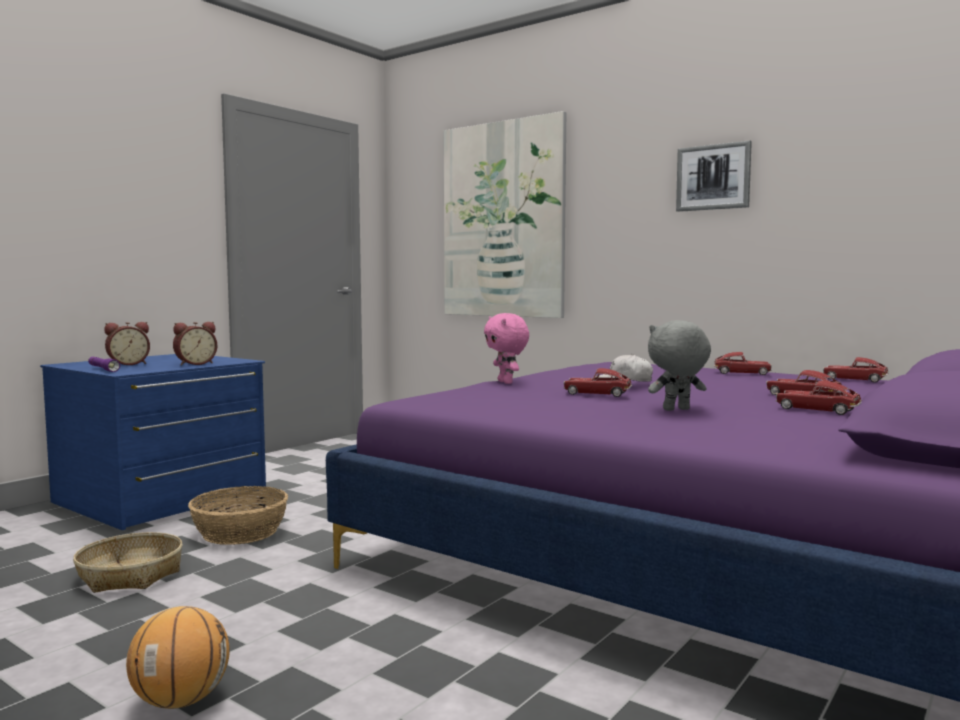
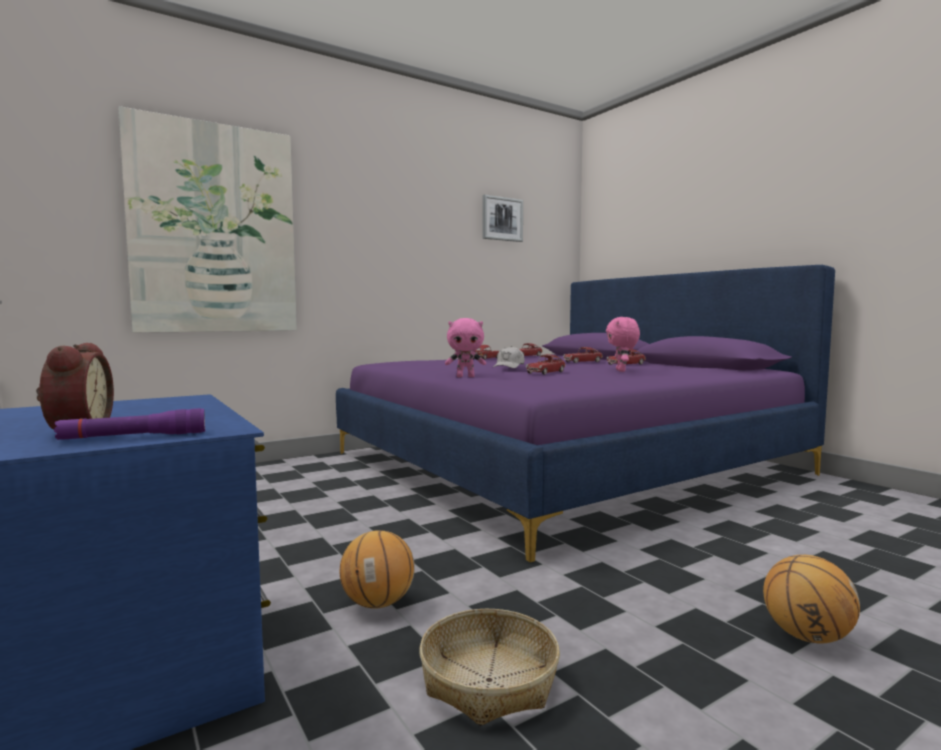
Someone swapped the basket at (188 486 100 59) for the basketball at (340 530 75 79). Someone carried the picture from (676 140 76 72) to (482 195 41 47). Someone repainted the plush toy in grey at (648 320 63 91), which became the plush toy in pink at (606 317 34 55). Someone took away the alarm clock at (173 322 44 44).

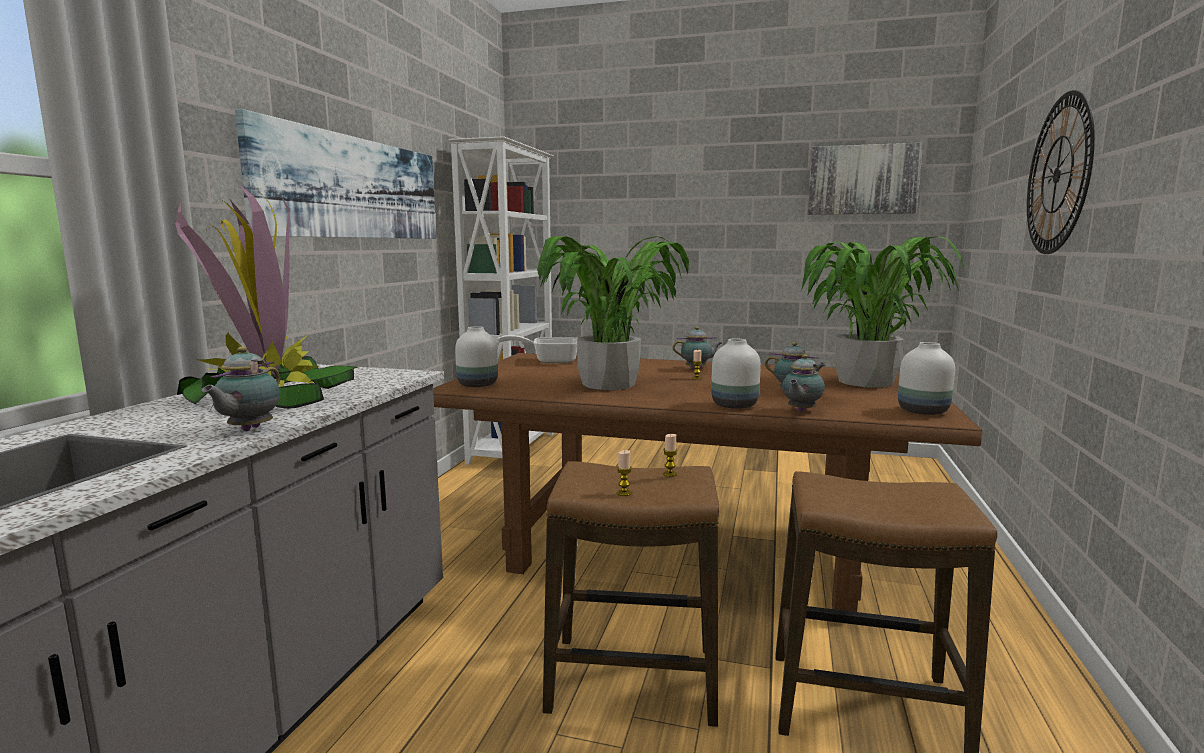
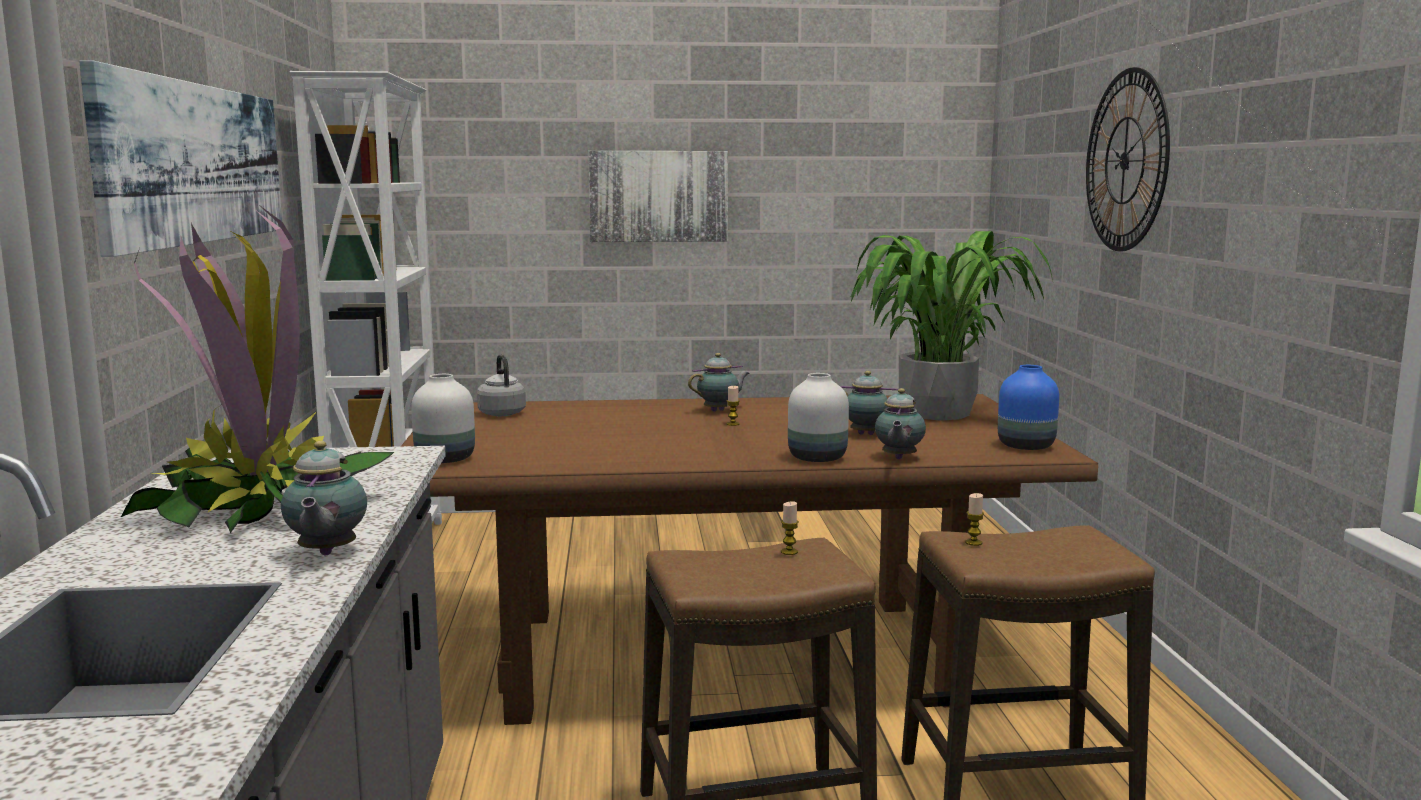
Someone swapped the frying pan at (497 335 80 28) for the kettle in grey at (477 354 49 62). Someone carried the picture from (807 143 116 72) to (588 151 140 91). Someone carried the candle from (617 450 15 46) to (965 493 19 53). Someone repainted the vase in white at (898 342 57 73), which became the vase in blue at (998 365 61 85). Someone took away the potted plant at (537 236 152 154).

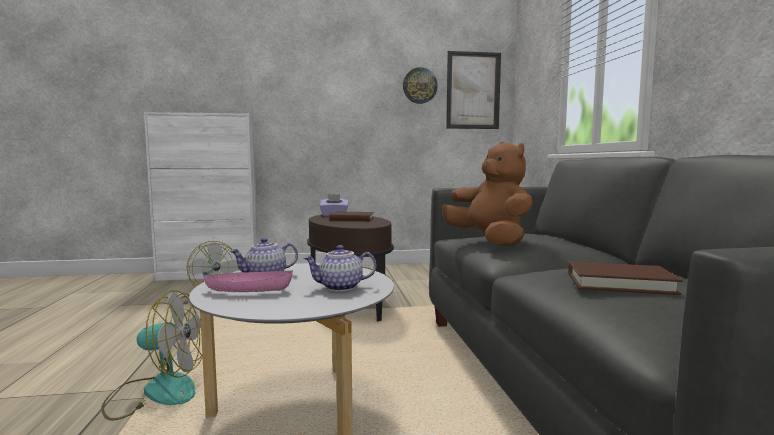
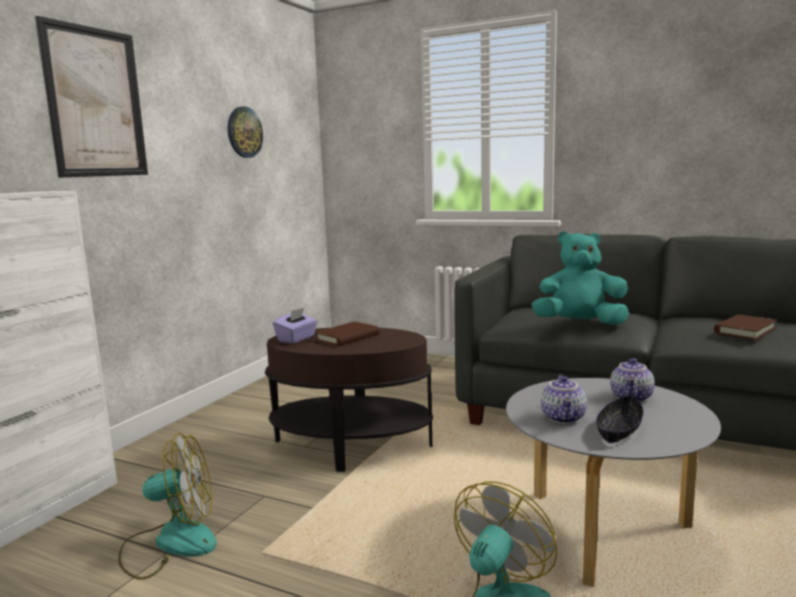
Someone carried the picture from (446 51 55 78) to (35 16 113 162). Someone repainted the plush toy in brown at (442 142 91 105), which became the plush toy in turquoise at (532 231 97 94). Someone repainted the bowl in pink at (203 271 90 21), which became the bowl in black at (596 395 47 48).

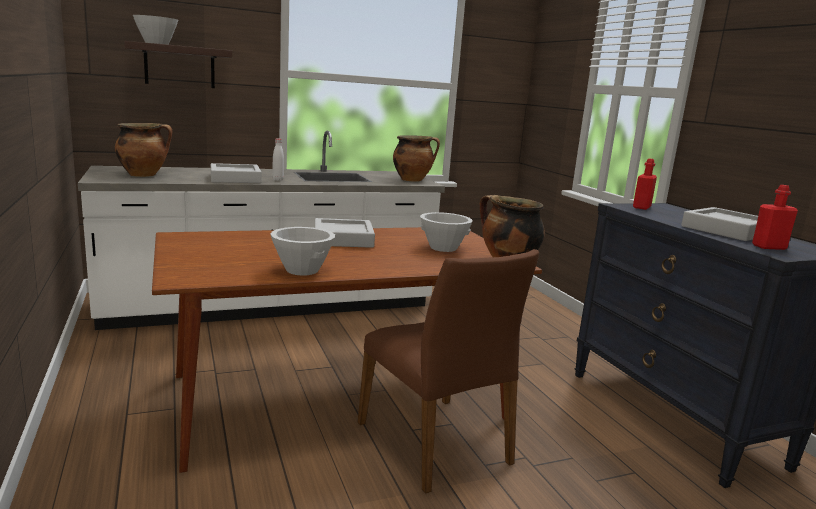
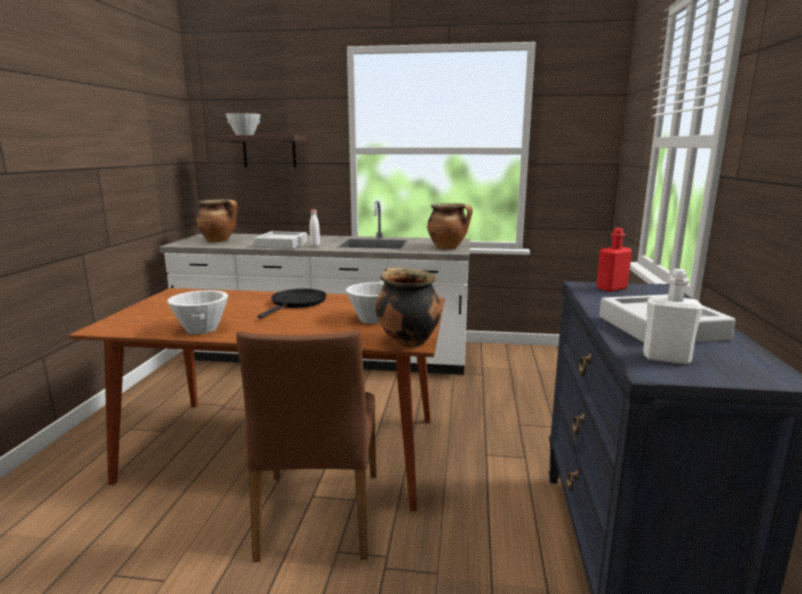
Someone swapped the tray in grey at (315 218 60 30) for the frying pan in black at (257 289 70 29). Someone repainted the bottle in red at (752 185 46 65), which became the bottle in white at (643 269 60 95).

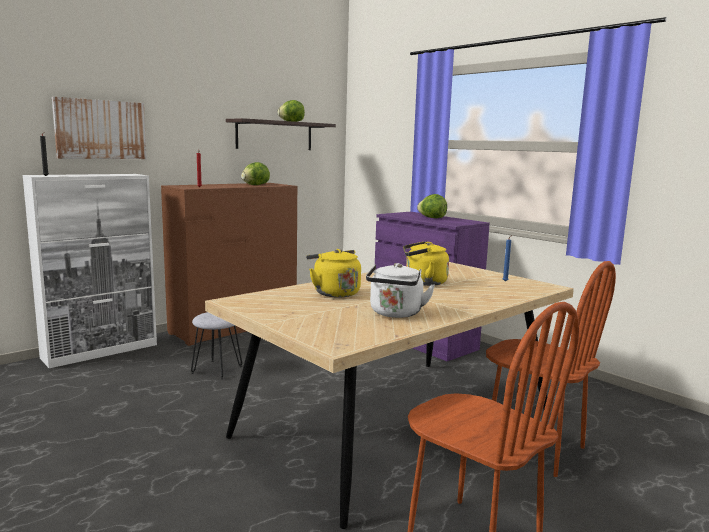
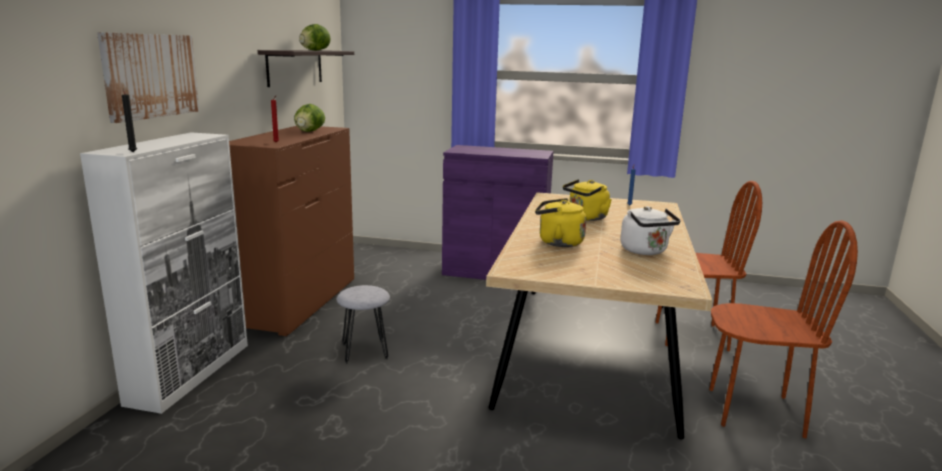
Someone took away the lettuce at (417 194 30 24).

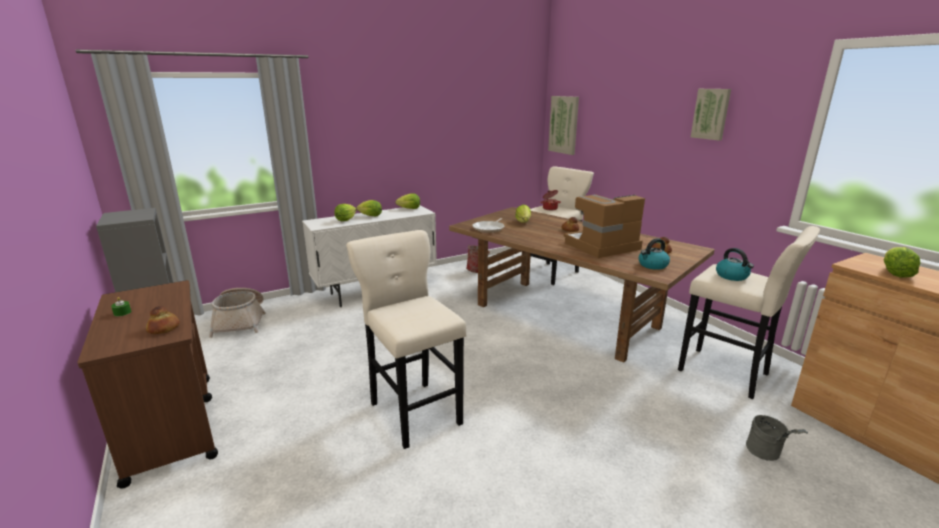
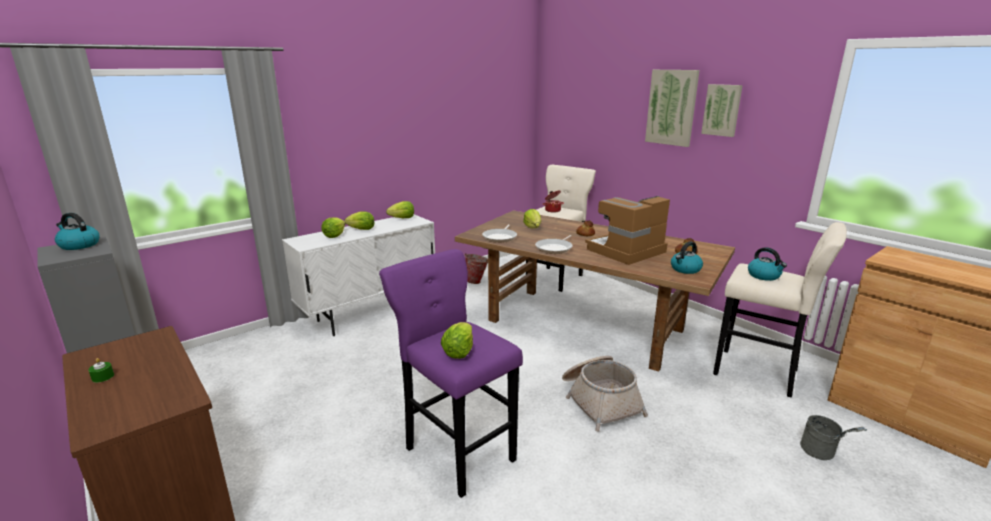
Someone put down the kettle at (55 213 45 37). Someone repainted the stool in beige at (346 230 121 219), which became the stool in purple at (379 249 144 249). Someone carried the lettuce from (884 247 36 31) to (441 322 32 37). Someone put down the frying pan at (535 235 38 19). Someone carried the basket from (209 288 57 50) to (562 356 86 76). Someone carried the picture from (548 96 31 59) to (645 70 55 77). Someone took away the bread at (146 306 34 28).

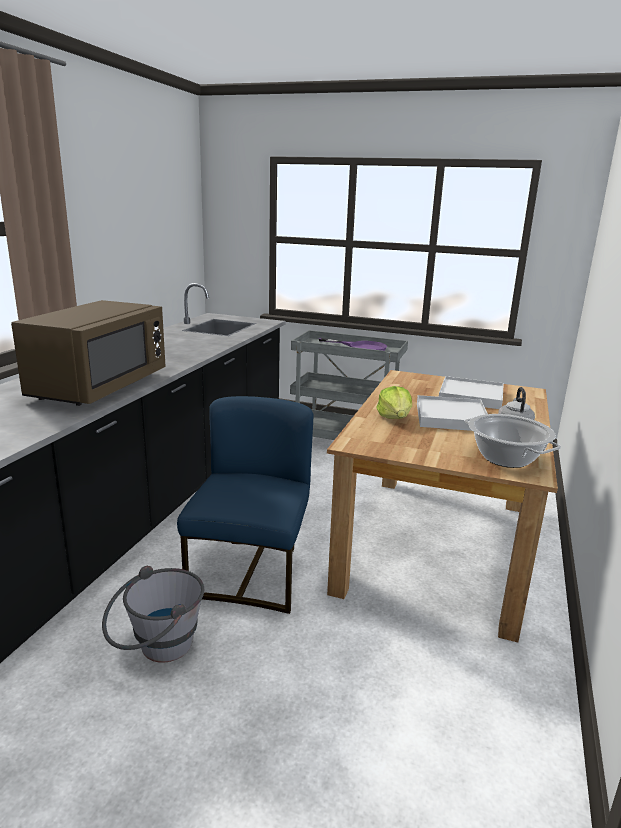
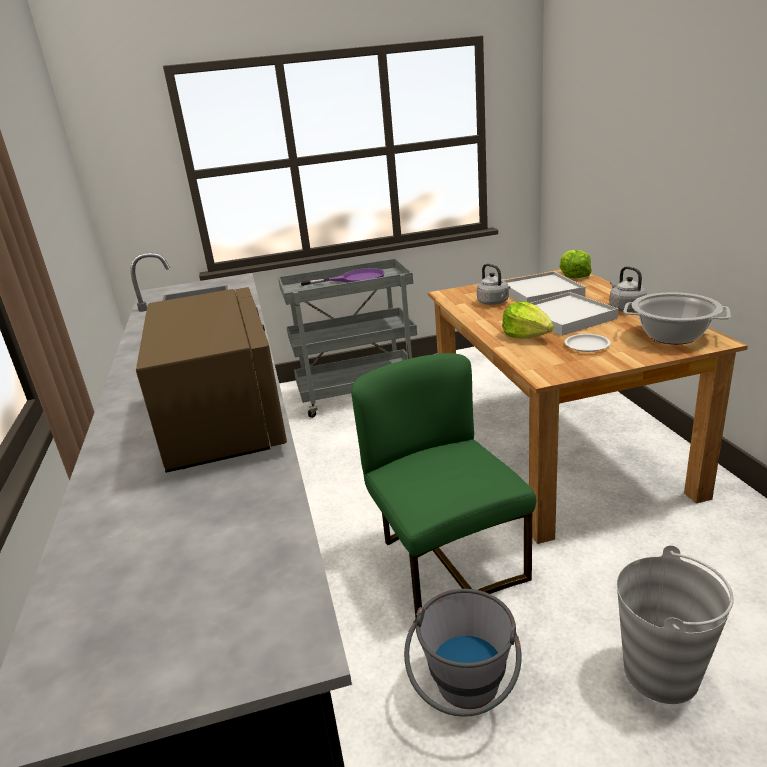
Someone repainted the chair in blue at (177 396 137 218), which became the chair in green at (351 353 185 265). Someone put down the kettle in grey at (477 264 33 41). Someone put down the lettuce at (560 250 32 28). Someone put down the plate in white at (565 334 45 18). Someone put down the bucket in grey at (617 545 117 159).

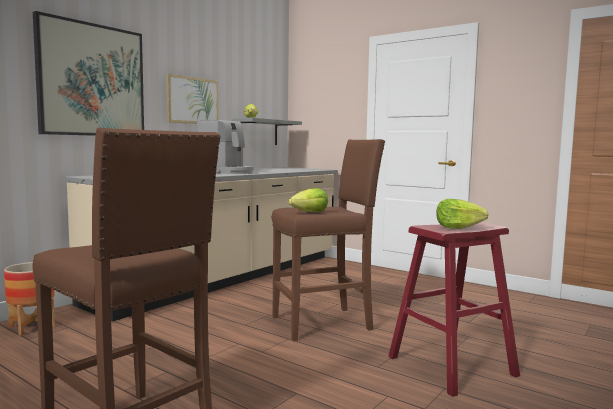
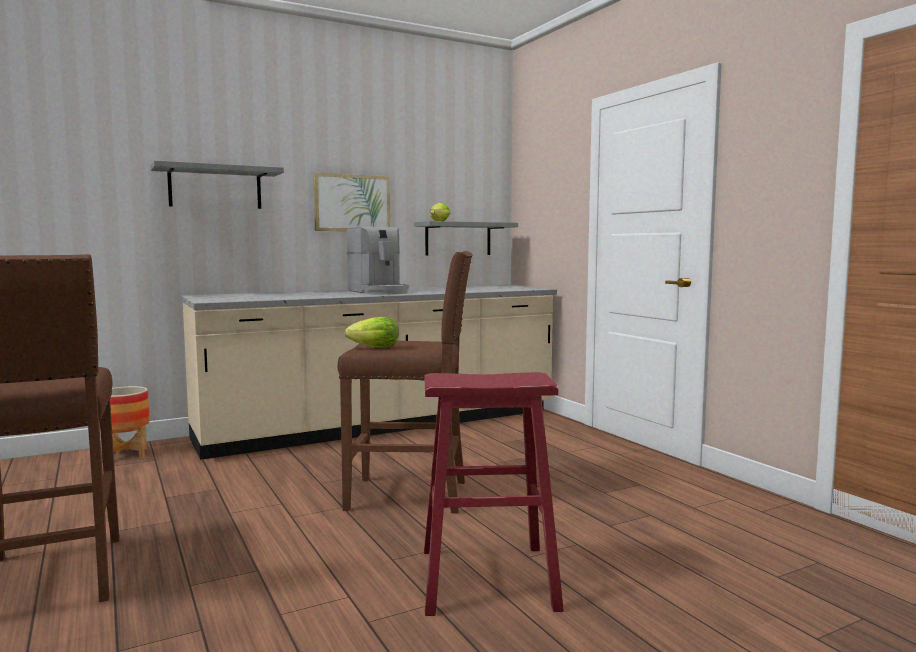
Someone swapped the picture at (33 11 111 125) for the shelf in grey at (151 160 133 49). Someone took away the lettuce at (436 199 53 30).

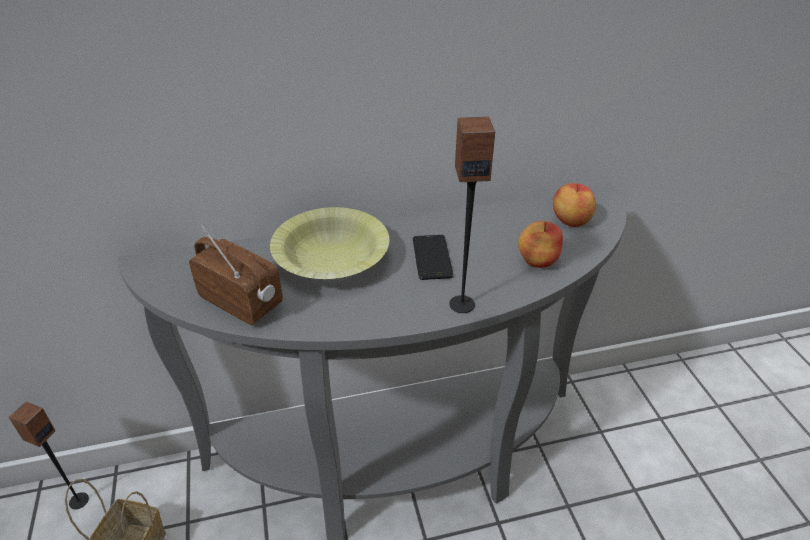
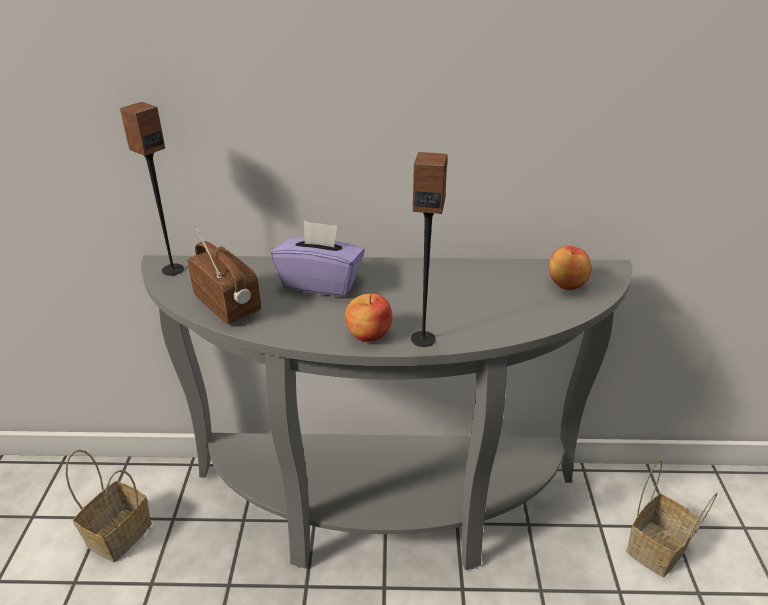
Someone carried the speaker from (8 402 81 107) to (120 102 64 174). Someone swapped the bowl in yellow at (270 207 119 73) for the tissue box in purple at (271 220 94 77). Someone carried the apple from (518 221 45 47) to (345 293 47 49). Someone put down the basket at (626 460 91 117). Someone took away the phone at (413 235 40 45).

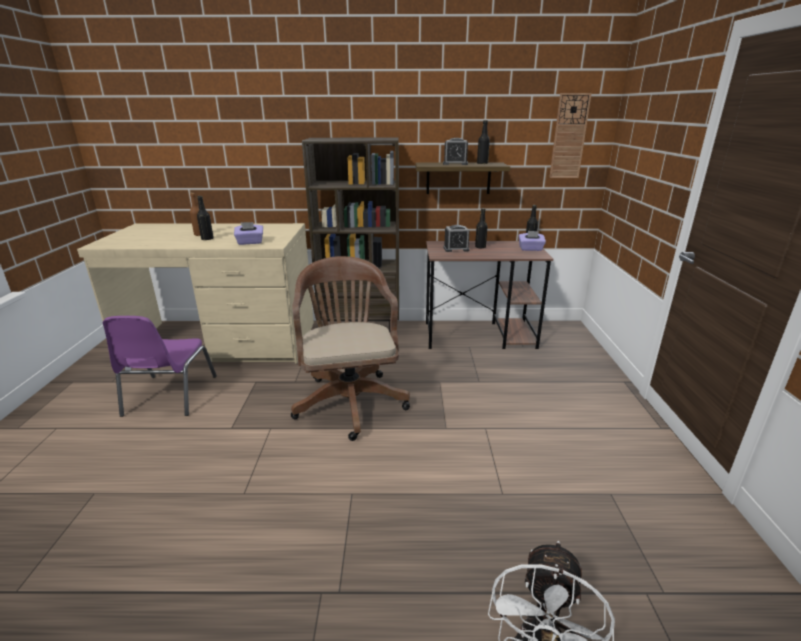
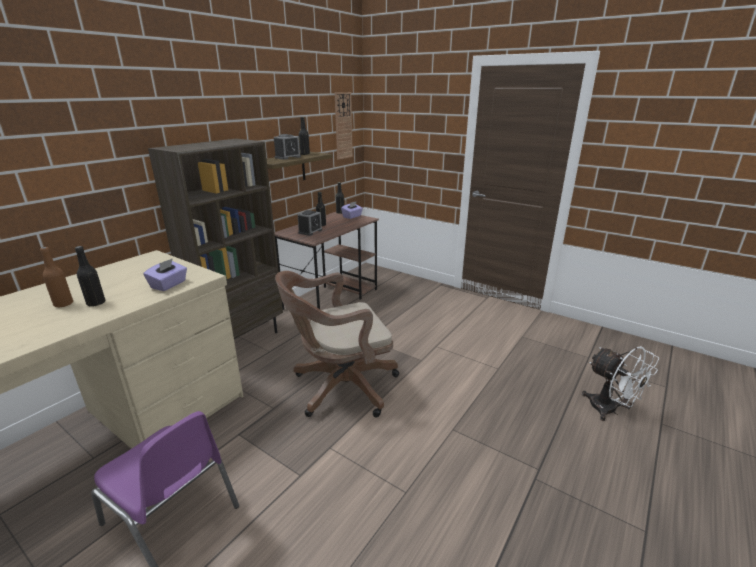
Someone rotated the office chair in brown at (291 256 119 185) by 45 degrees counterclockwise.

